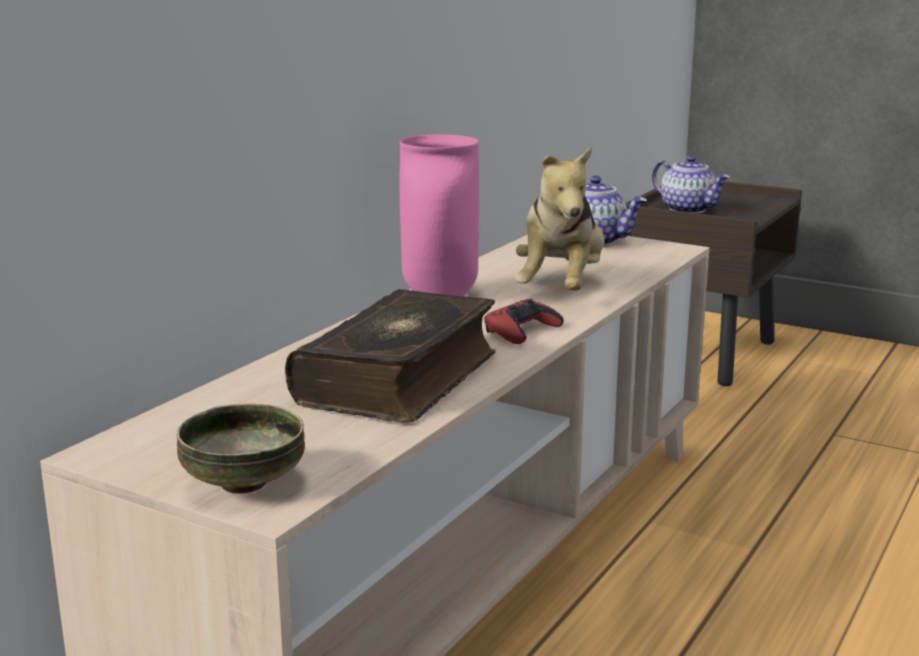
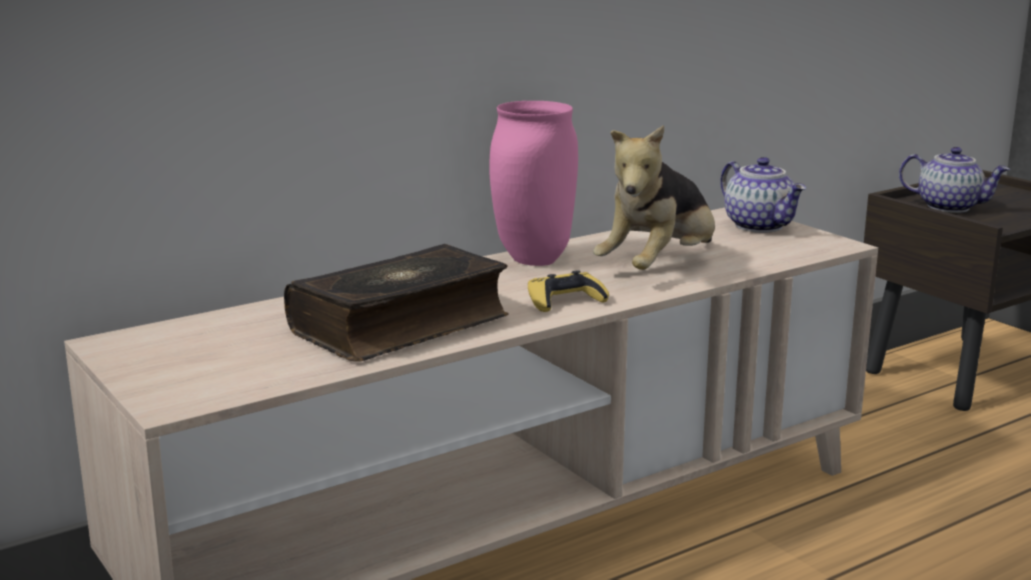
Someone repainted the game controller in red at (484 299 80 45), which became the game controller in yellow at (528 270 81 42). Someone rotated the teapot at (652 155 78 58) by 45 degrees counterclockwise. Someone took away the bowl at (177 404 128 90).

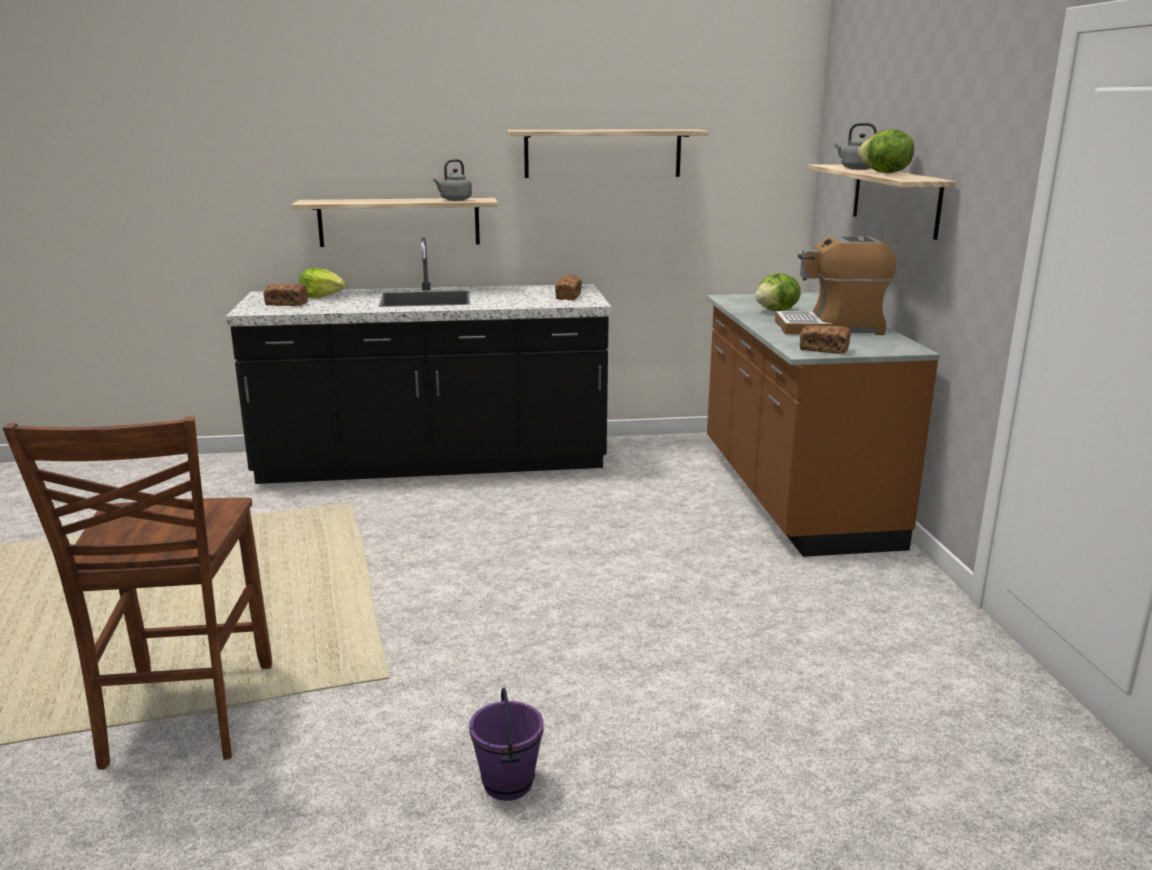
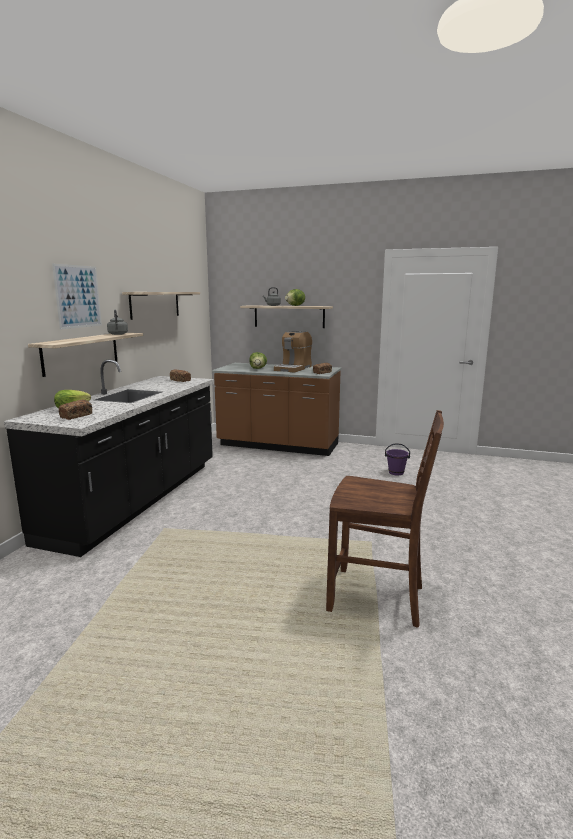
Someone put up the picture at (52 264 50 65). Someone carried the bucket in purple from (469 688 75 113) to (385 443 25 32).

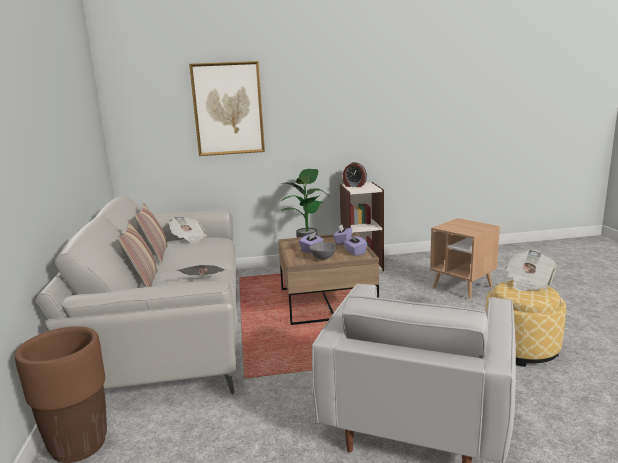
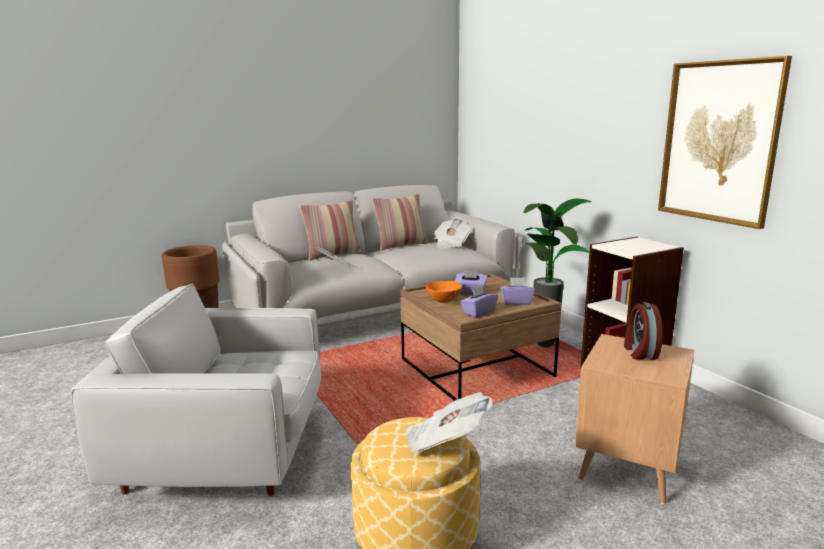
Someone repainted the bowl in grey at (309 242 28 18), which became the bowl in orange at (426 281 36 22). Someone carried the alarm clock from (343 162 24 25) to (624 302 39 58). Someone carried the picture from (189 61 76 95) to (658 56 134 173).

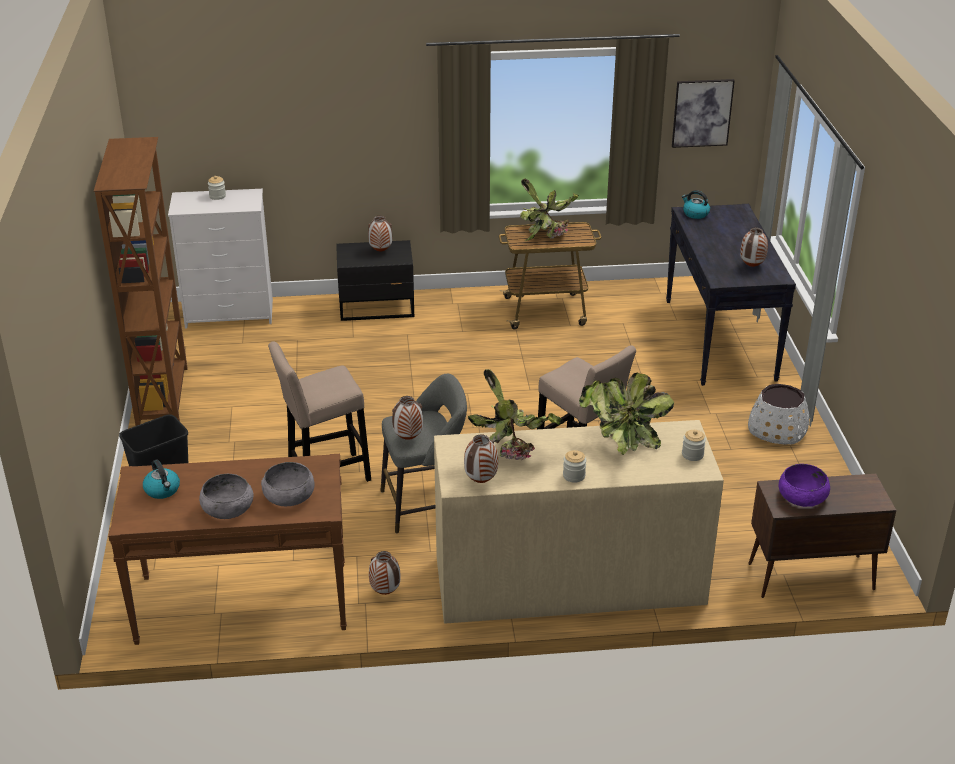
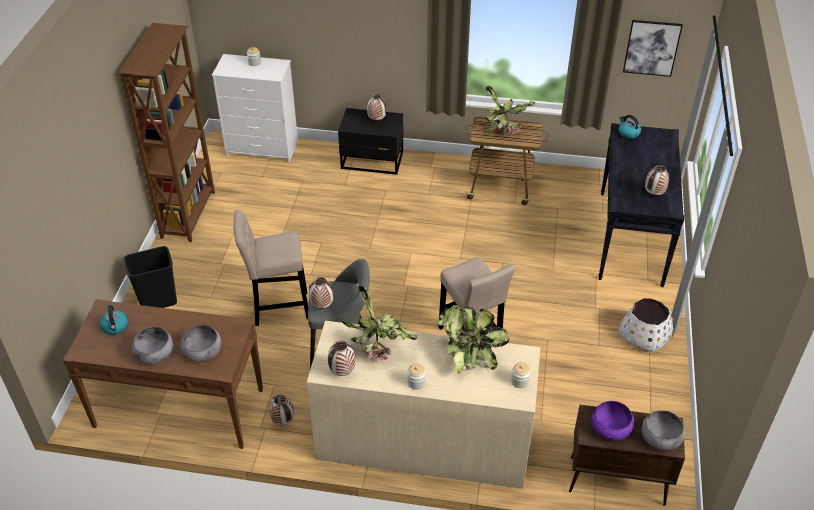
Someone put down the bowl in grey at (642 410 43 40).

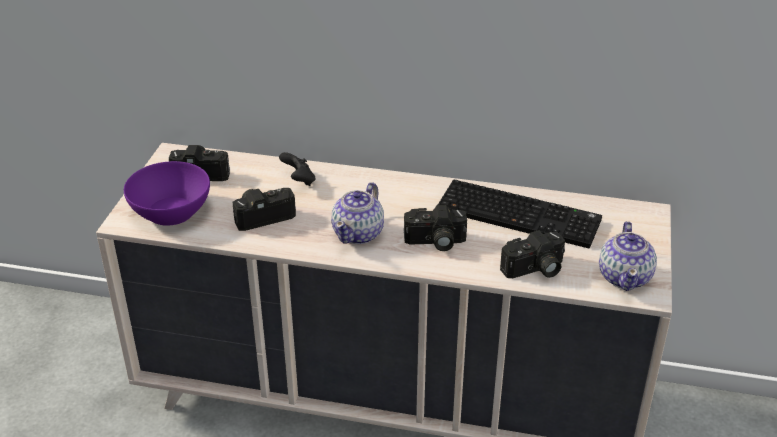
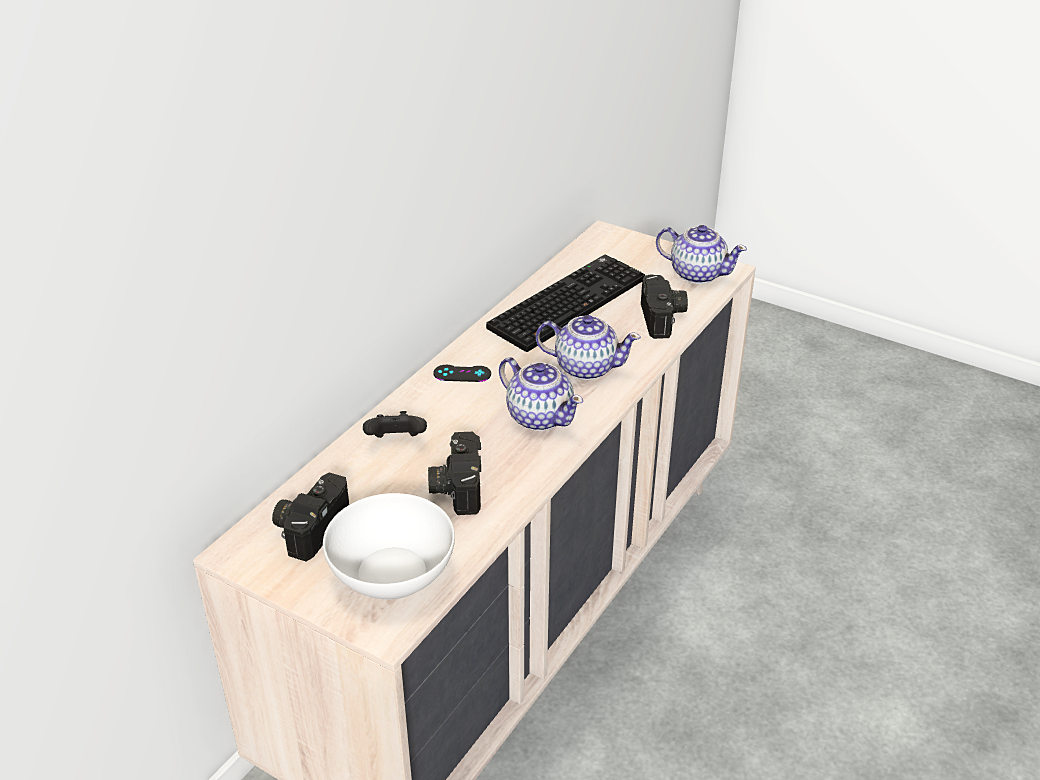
Someone repainted the bowl in purple at (124 161 86 65), which became the bowl in white at (323 493 132 107). Someone put down the game controller in black at (433 365 58 17). Someone swapped the photo camera at (404 205 63 46) for the teapot at (536 315 105 65).

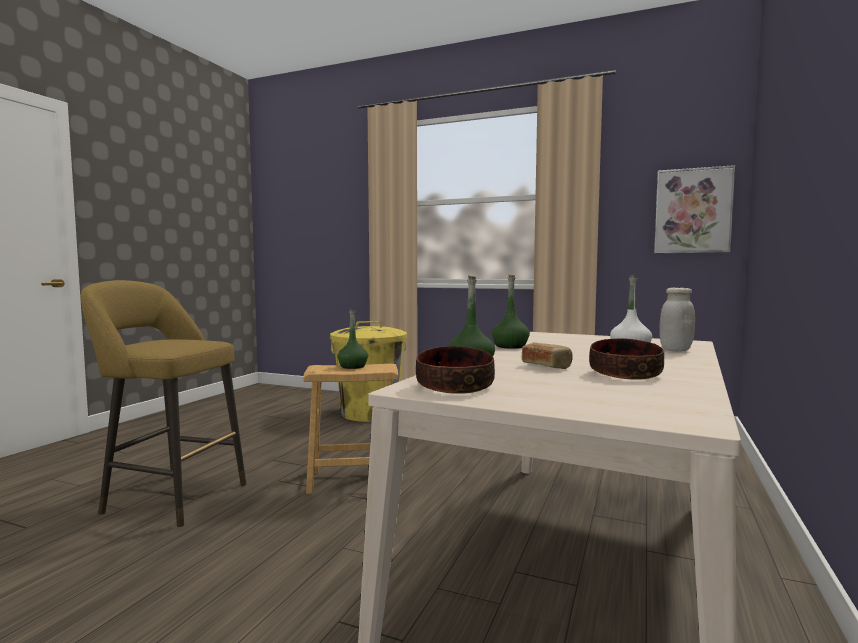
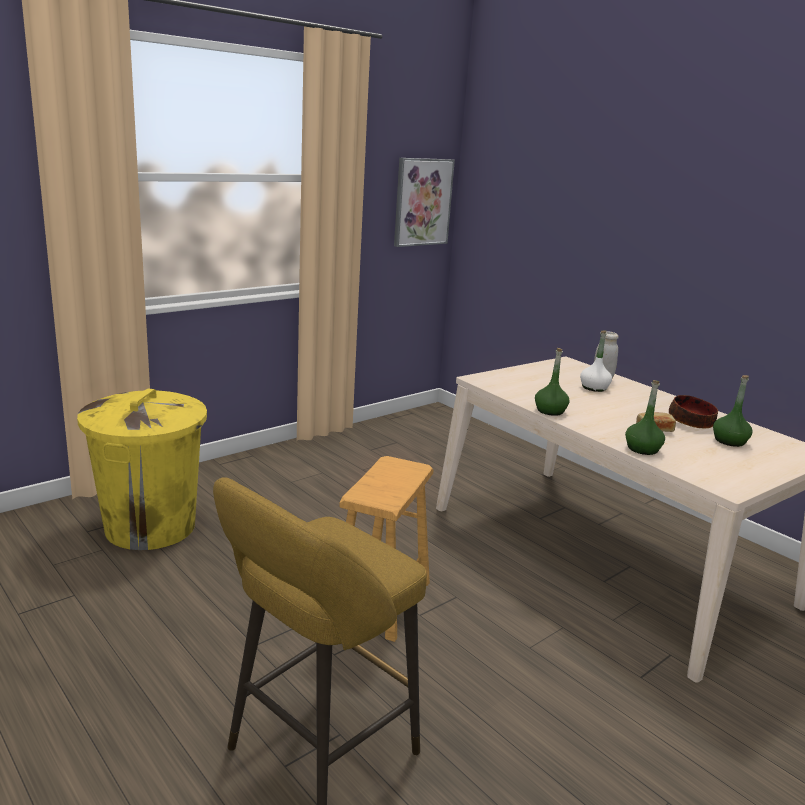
Someone carried the bottle in green from (337 309 31 60) to (713 375 40 72). Someone took away the bowl at (416 346 79 48).

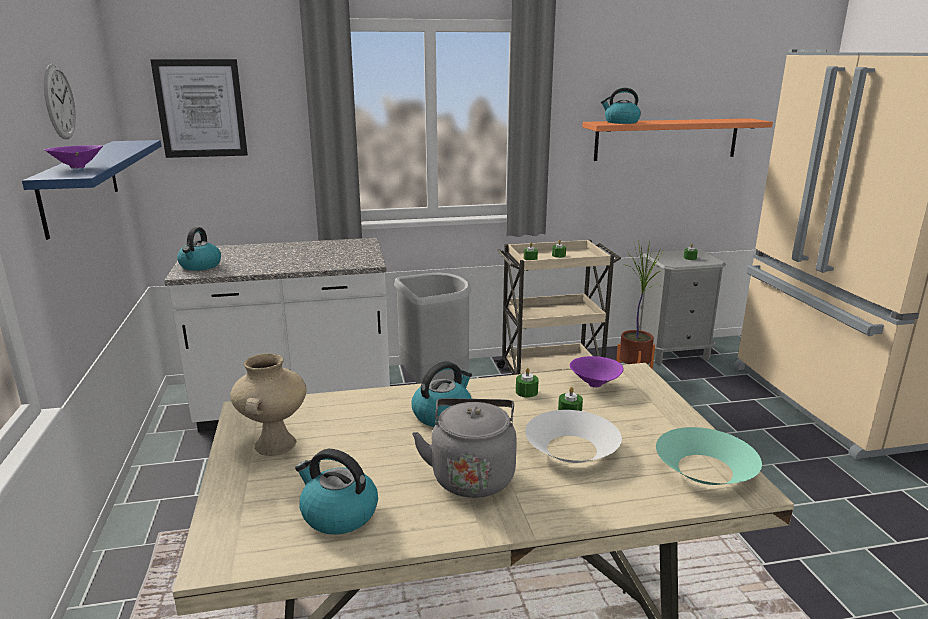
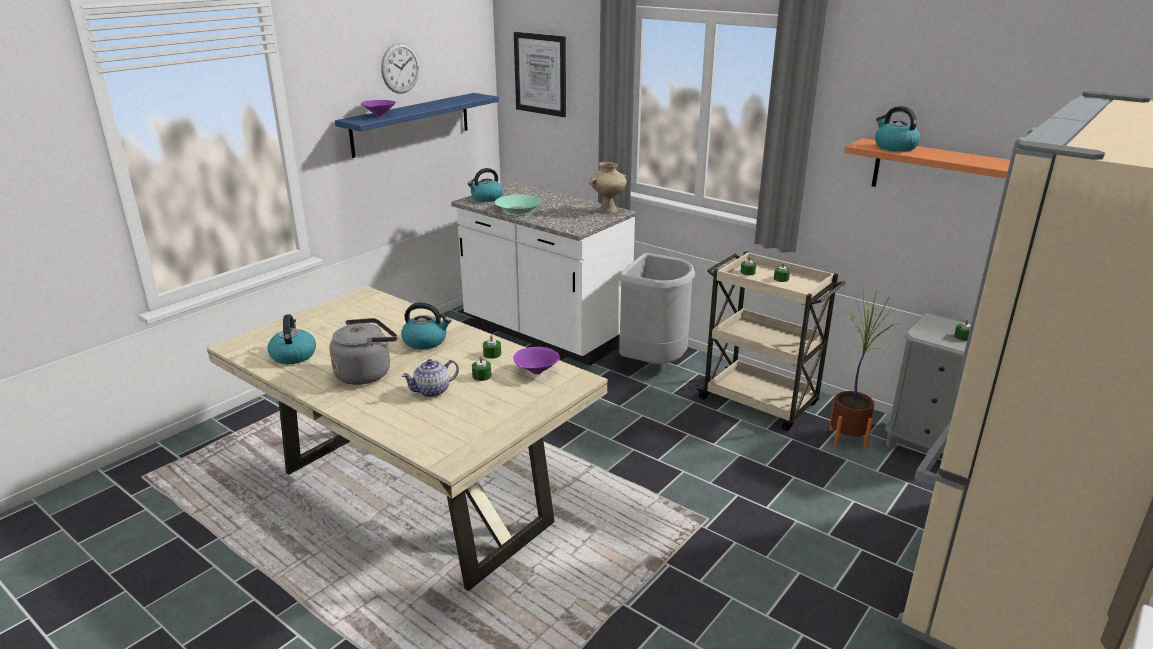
Someone swapped the bowl in white at (525 410 97 53) for the teapot at (401 359 58 38). Someone carried the bowl in turquoise from (656 427 106 58) to (495 195 47 19). Someone carried the vase in beige from (230 353 76 103) to (589 162 39 52).

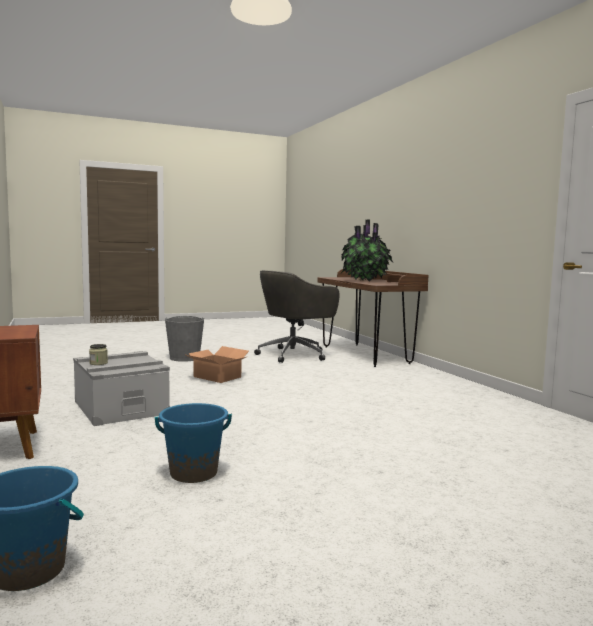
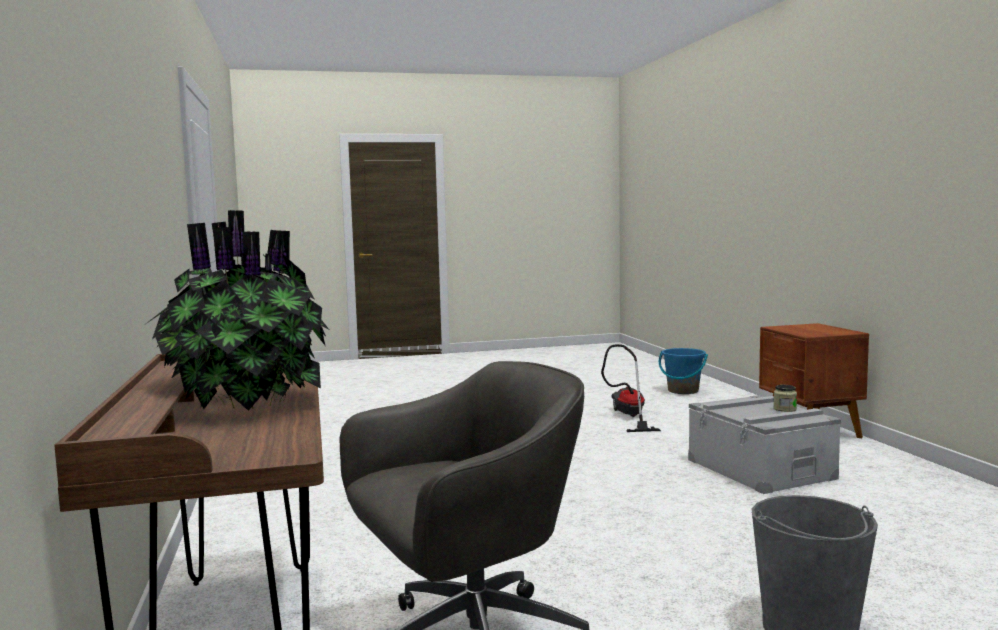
Someone swapped the bucket in blue at (155 403 77 80) for the vacuum cleaner at (601 344 60 88). Someone took away the cardboard box at (184 346 65 37).

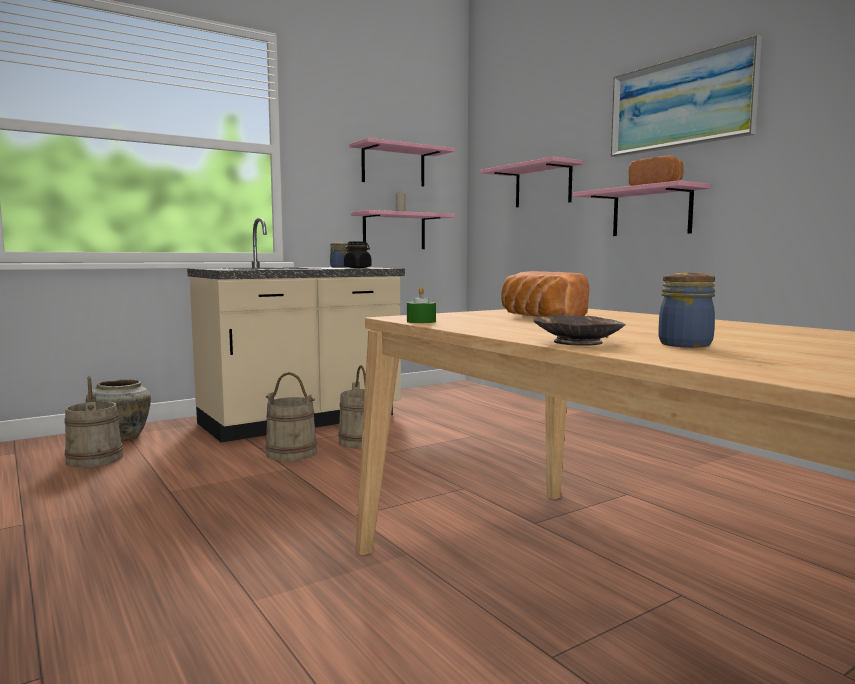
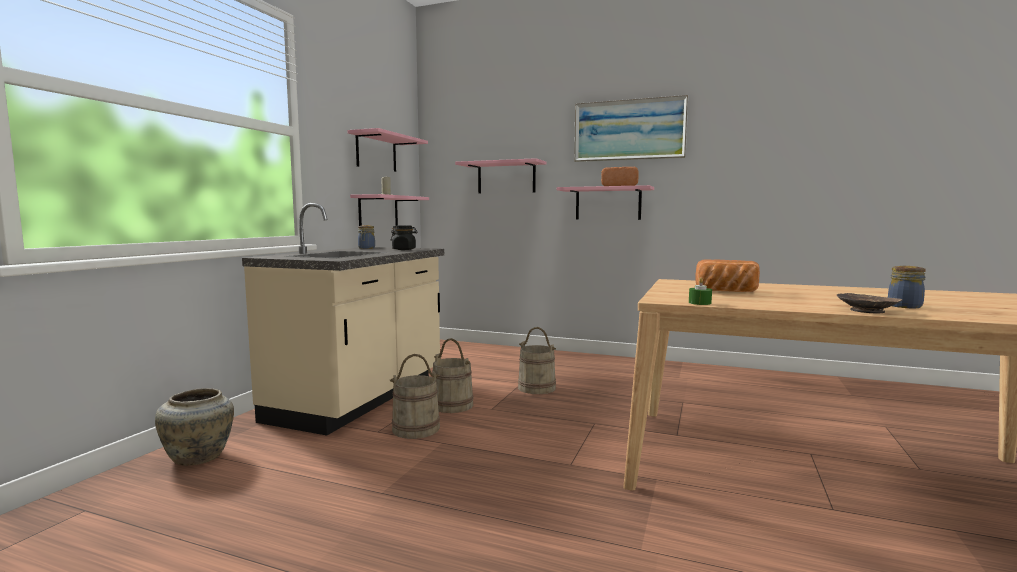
Someone carried the bucket in beige from (65 376 58 92) to (518 327 38 67).

